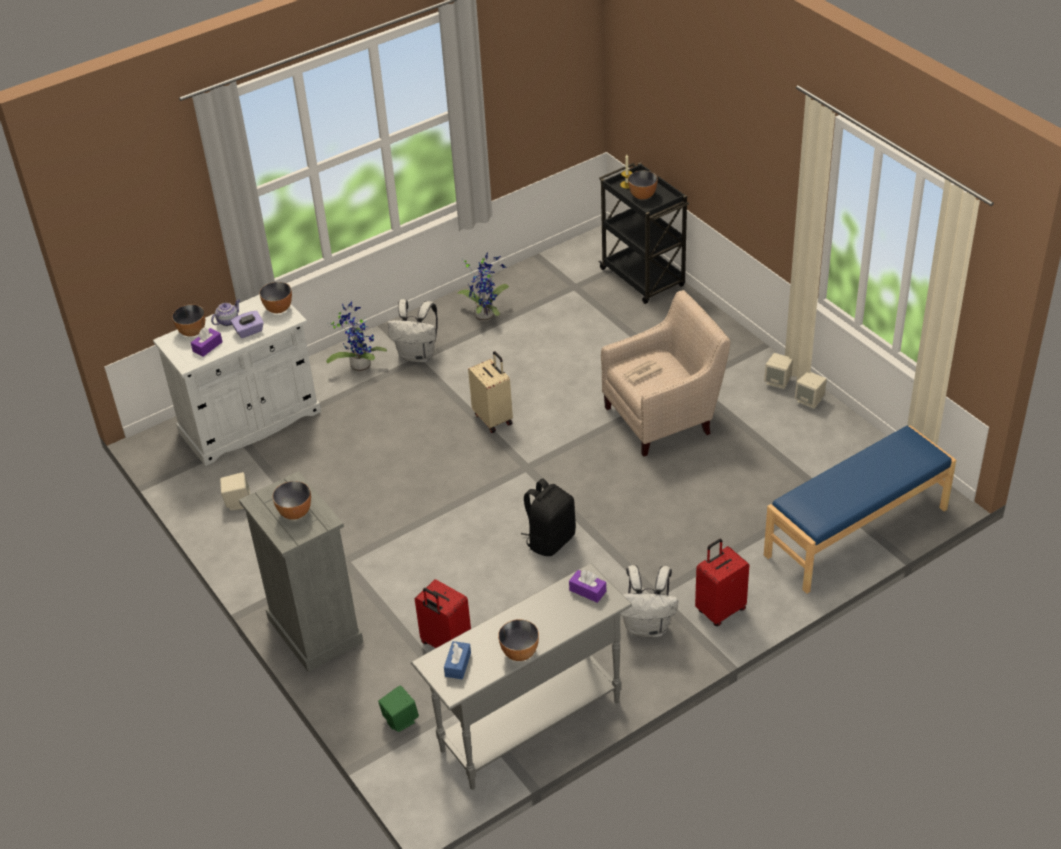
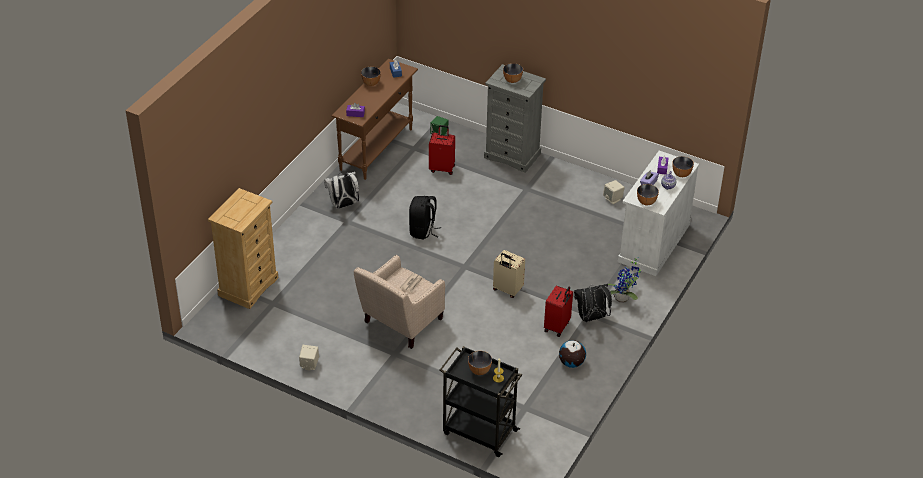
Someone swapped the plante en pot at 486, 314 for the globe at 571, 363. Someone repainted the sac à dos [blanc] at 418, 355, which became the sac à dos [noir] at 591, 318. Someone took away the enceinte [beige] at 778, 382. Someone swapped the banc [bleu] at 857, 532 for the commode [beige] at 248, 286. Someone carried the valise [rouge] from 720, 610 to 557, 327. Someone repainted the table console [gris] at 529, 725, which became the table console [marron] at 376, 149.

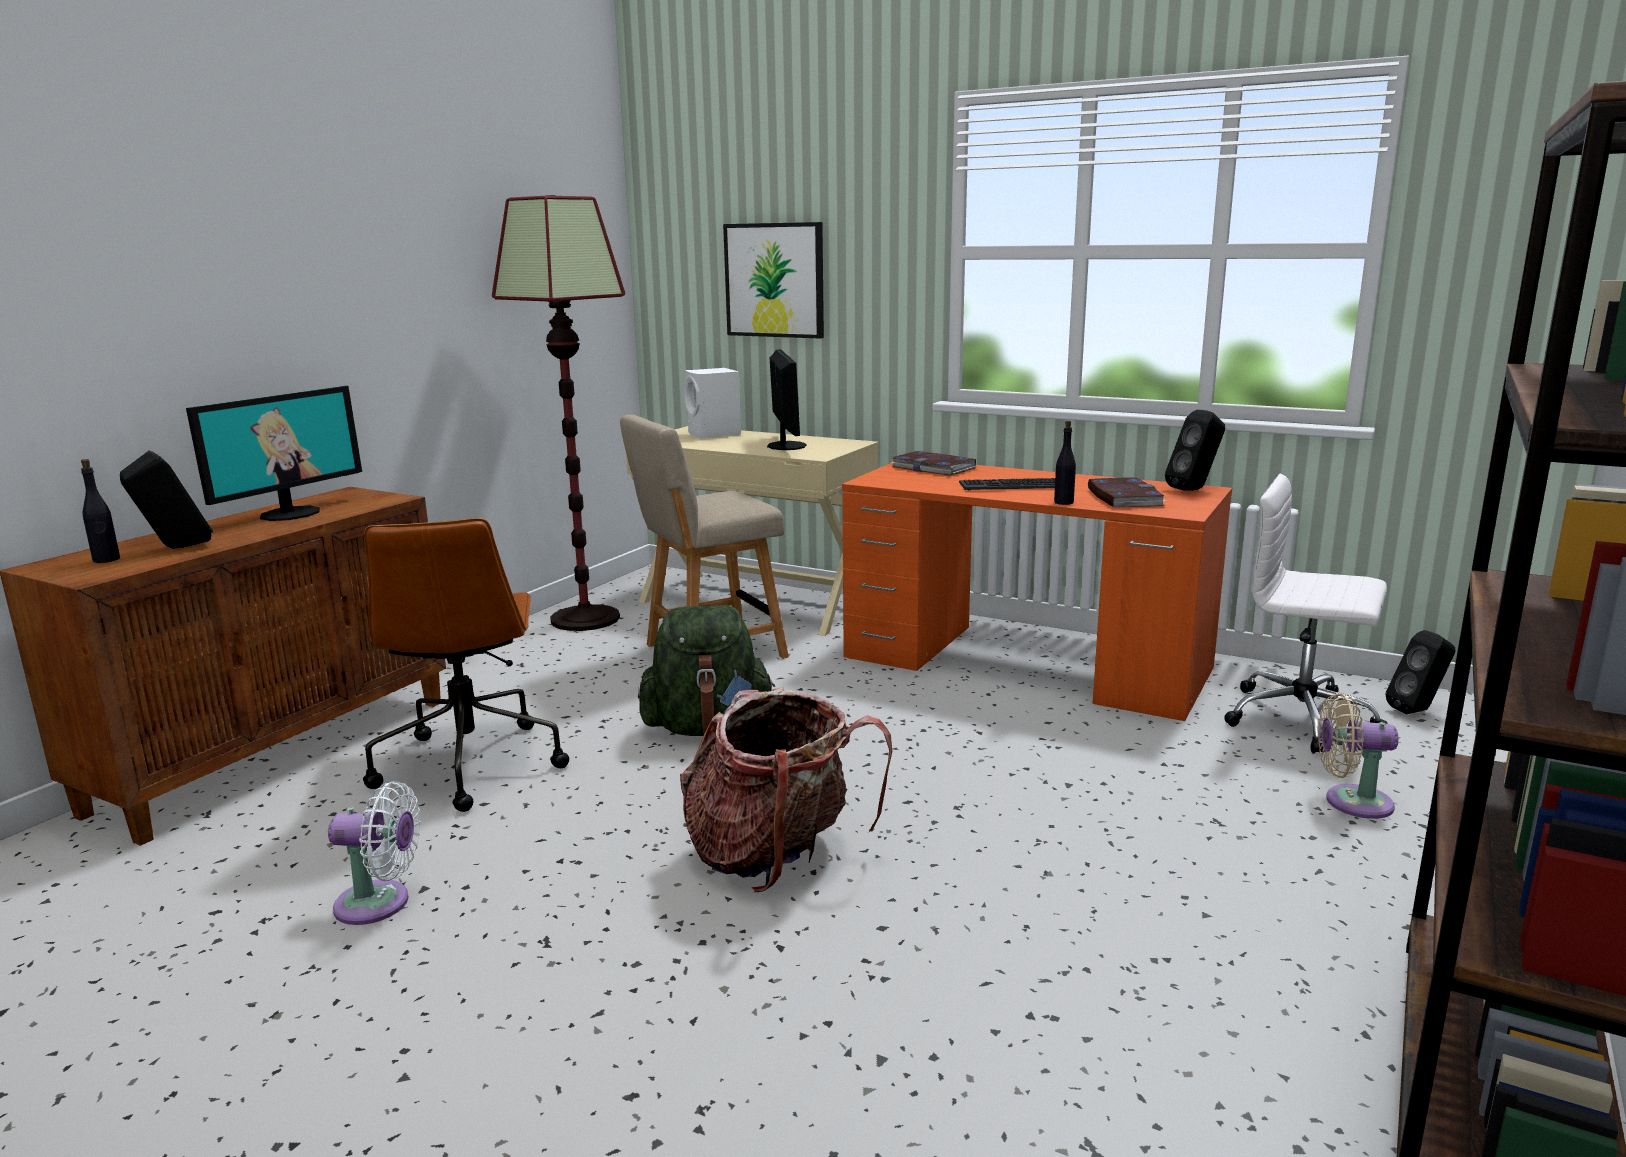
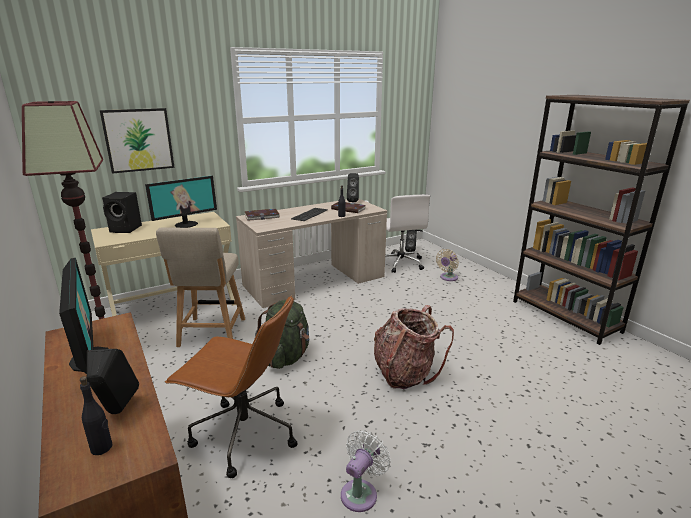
Someone rotated the écran d'ordinateur at 785, 446 by 120 degrees clockwise. Someone repainted the enceinte [blanc] at 714, 434, which became the enceinte [noir] at 126, 229. Someone repainted the bureau [orange] at 1025, 663, which became the bureau [beige] at 315, 281. Someone rotated the chaise de bureau [blanc] at 1303, 719 by 75 degrees counterclockwise.

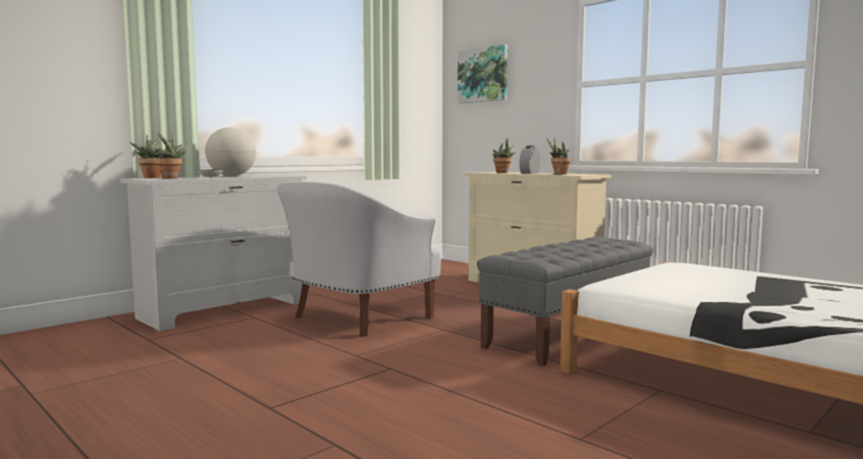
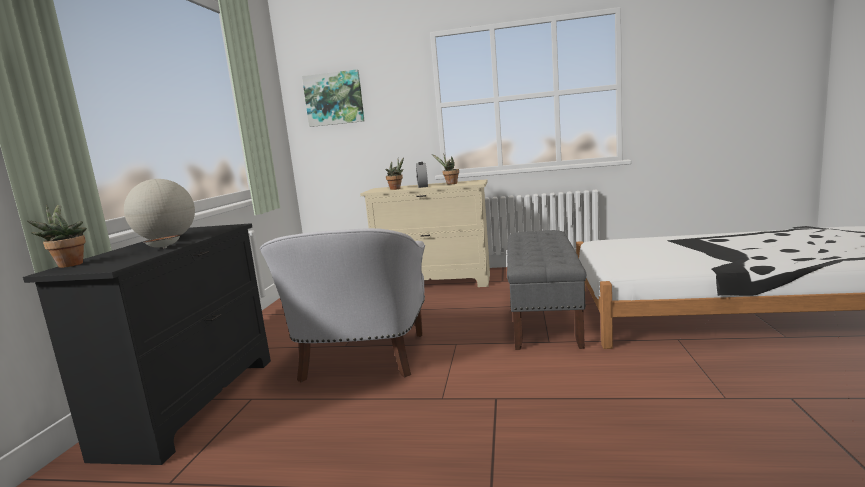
Someone took away the plante en pot at 170, 178. Someone repainted the commode [blanc] at 225, 309, which became the commode [noir] at 194, 402.

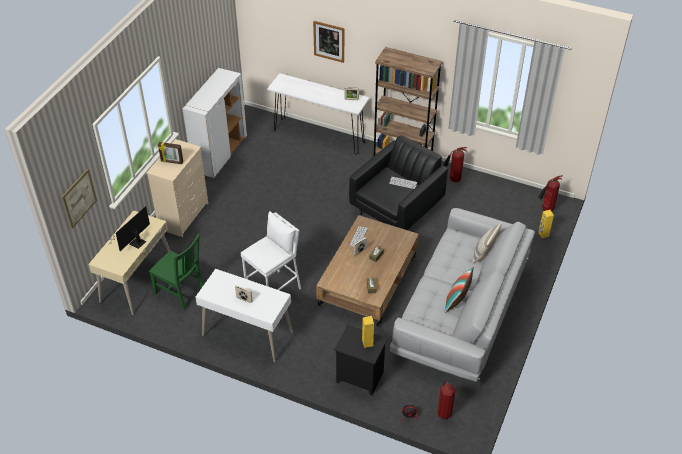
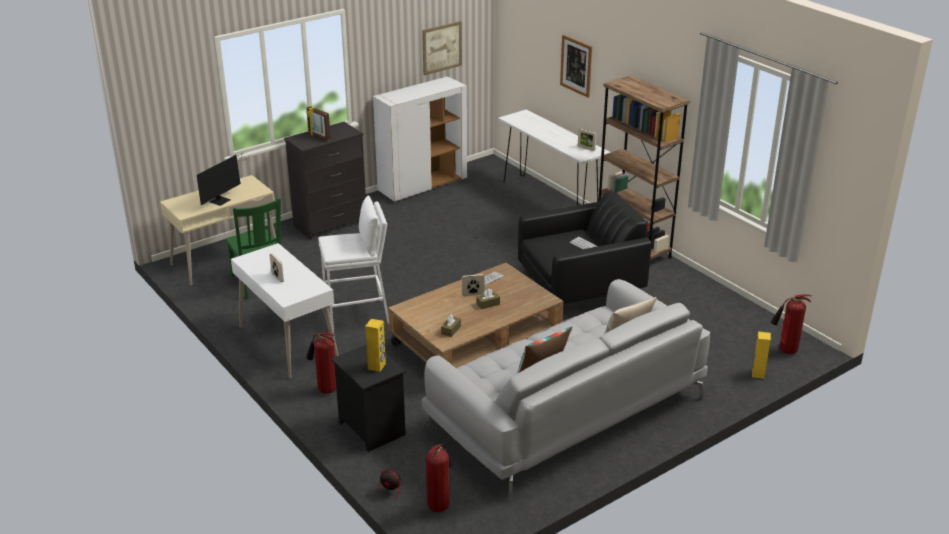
Someone repainted the commode [beige] at 184, 216, which became the commode [noir] at 331, 223. Someone carried the extincteur from 453, 180 to 325, 389. Someone carried the tableau from 79, 198 to 442, 48. Someone rotated the écran d'ordinateur at 135, 244 by 150 degrees clockwise.

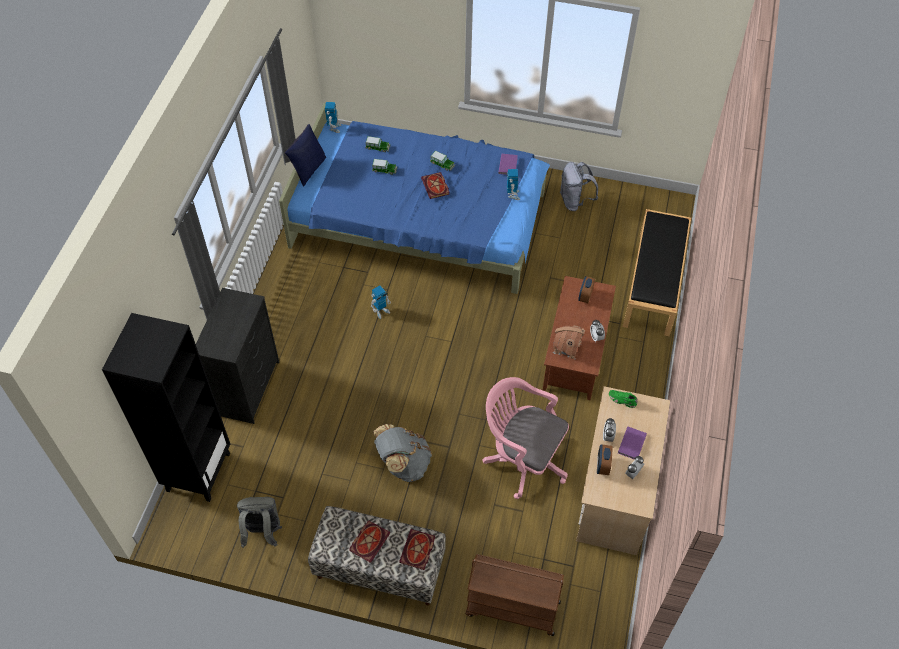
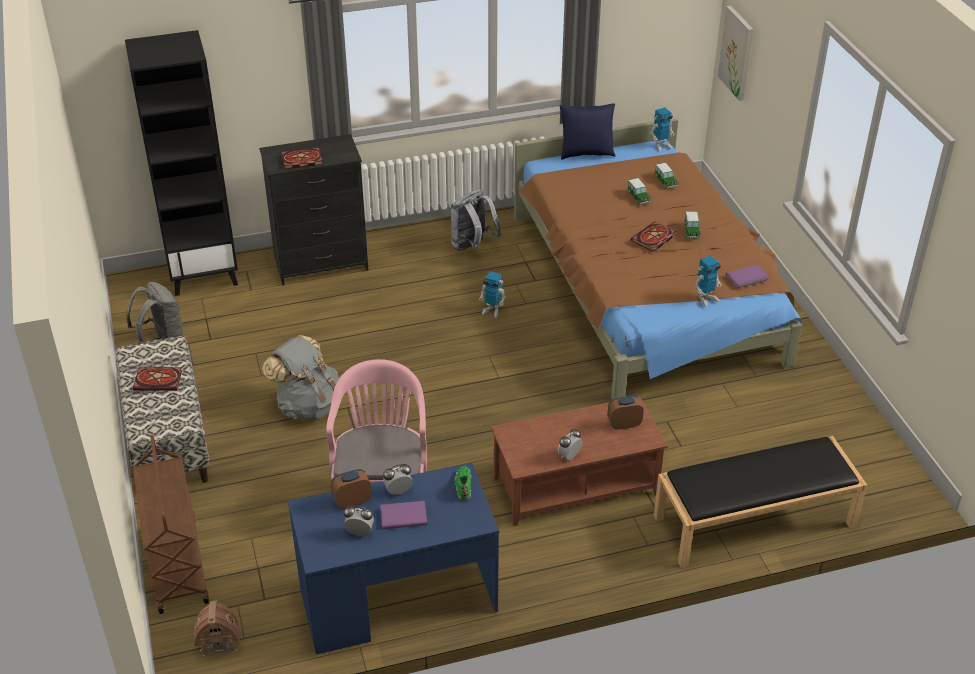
Someone repainted the lit [bleu] at 421, 220, which became the lit [marron] at 645, 288. Someone carried the sac à dos [gris] from 575, 202 to 472, 246. Someone carried the maison miniature from 567, 347 to 219, 640. Someone repainted the bureau [beige] at 615, 490, which became the bureau [bleu] at 397, 600. Someone carried the livre from 418, 551 to 301, 160. Someone put up the tableau at 737, 53.

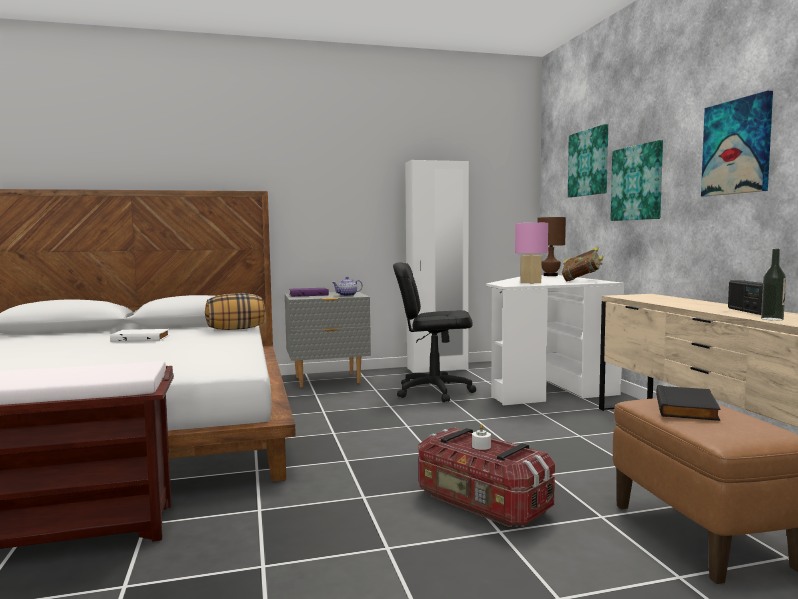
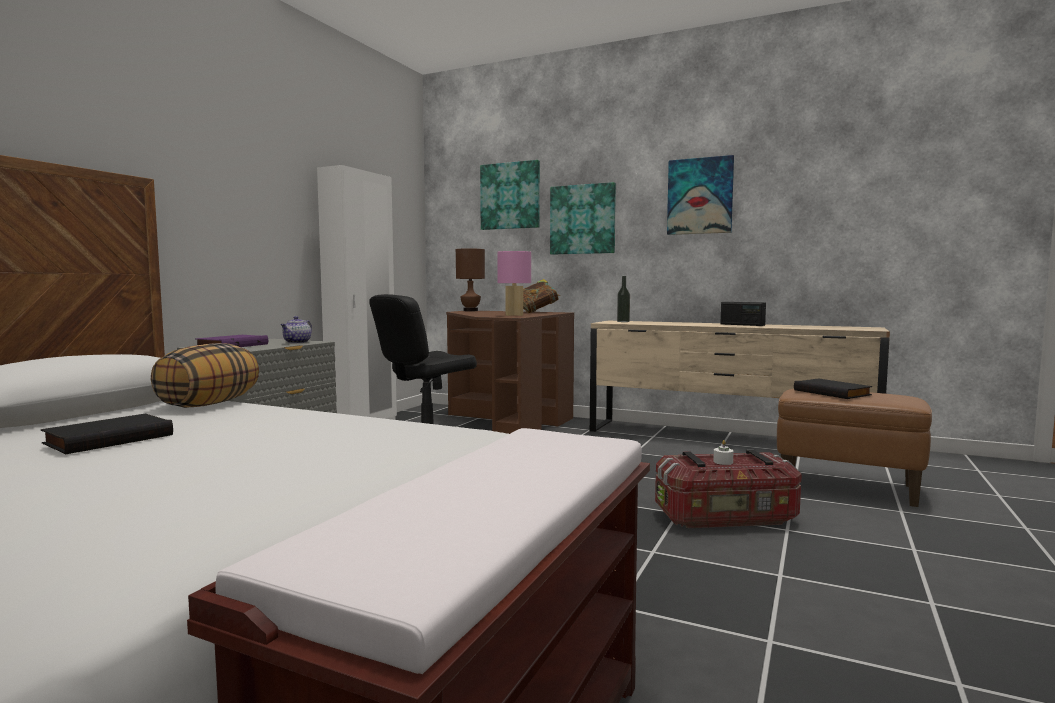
Someone carried the bouteille from 772, 319 to 623, 321. Someone repainted the bureau [blanc] at 545, 385, which became the bureau [marron] at 504, 423. Someone repainted the livre [blanc] at 141, 338, which became the livre [noir] at 109, 439.

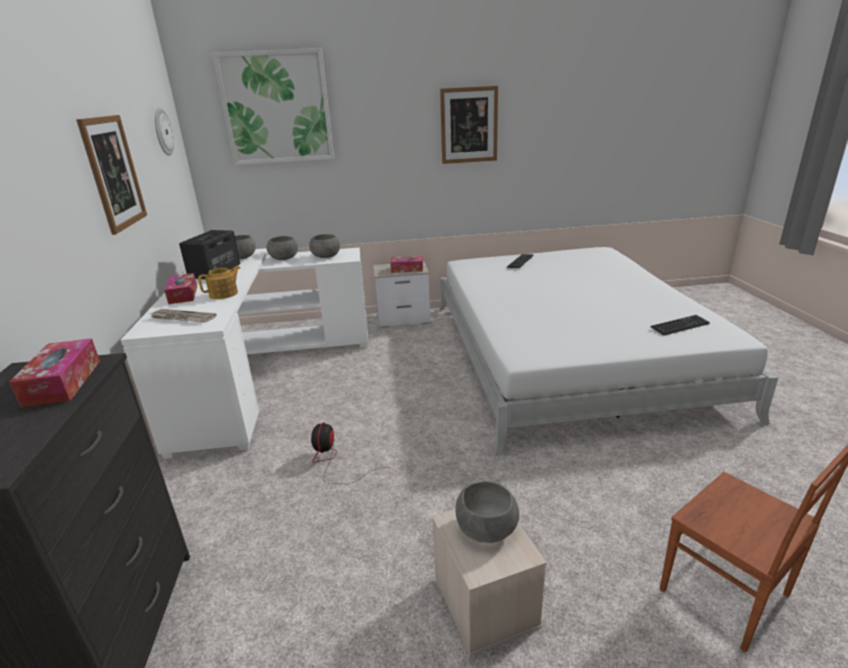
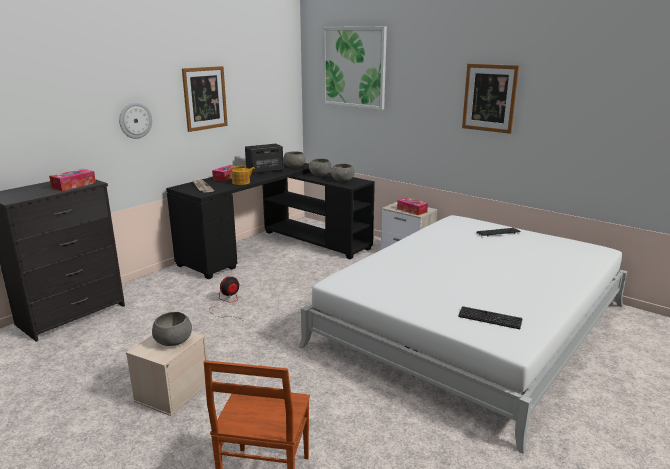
Someone carried the horloge murale from 162, 132 to 135, 120. Someone repainted the bureau [blanc] at 261, 373, which became the bureau [noir] at 275, 247.

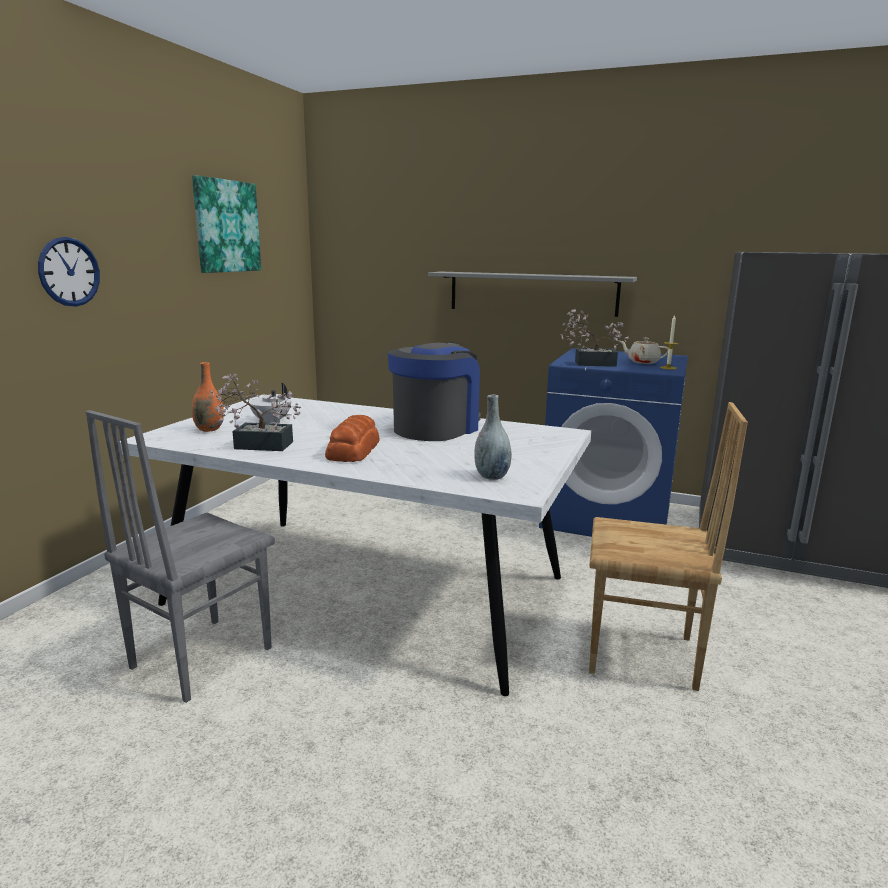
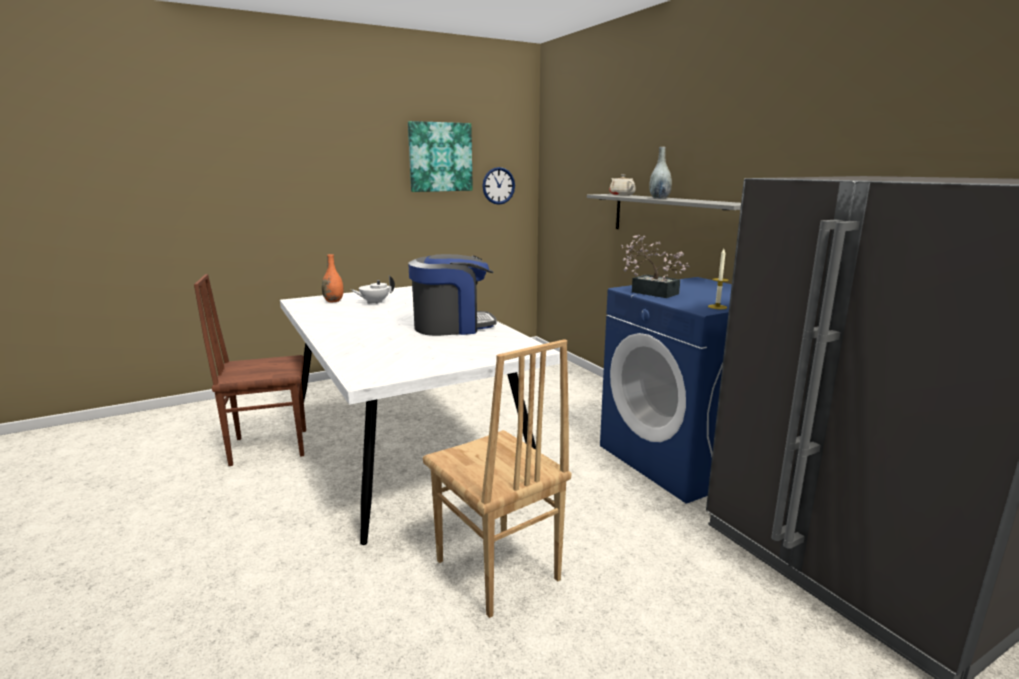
Someone carried the horloge murale from 69, 272 to 498, 186. Someone carried the théière [beige] from 642, 362 to 621, 195. Someone took away the plante en pot at 257, 444. Someone carried the vase [gris] from 492, 476 to 659, 198. Someone repainted the chaise [gris] at 199, 657, which became the chaise [marron] at 269, 446. Someone took away the pain at 354, 450.

